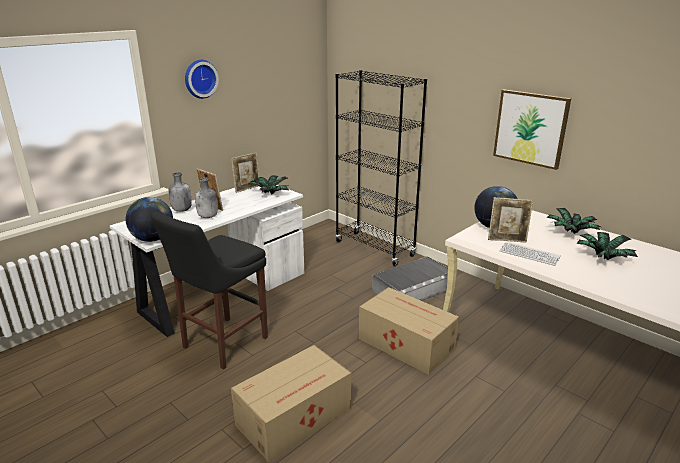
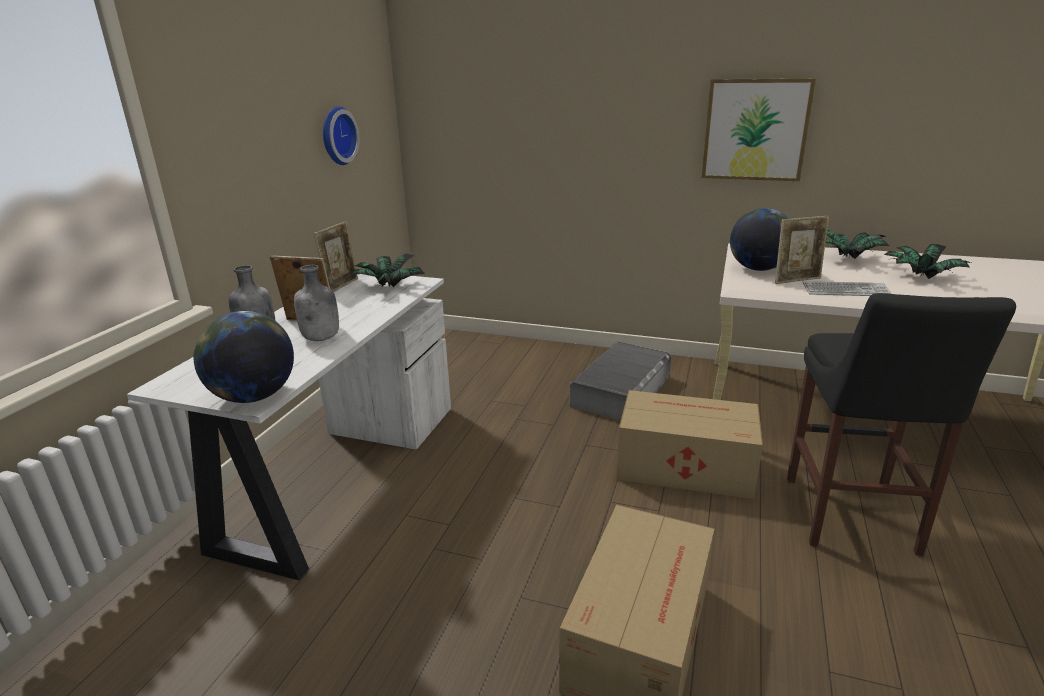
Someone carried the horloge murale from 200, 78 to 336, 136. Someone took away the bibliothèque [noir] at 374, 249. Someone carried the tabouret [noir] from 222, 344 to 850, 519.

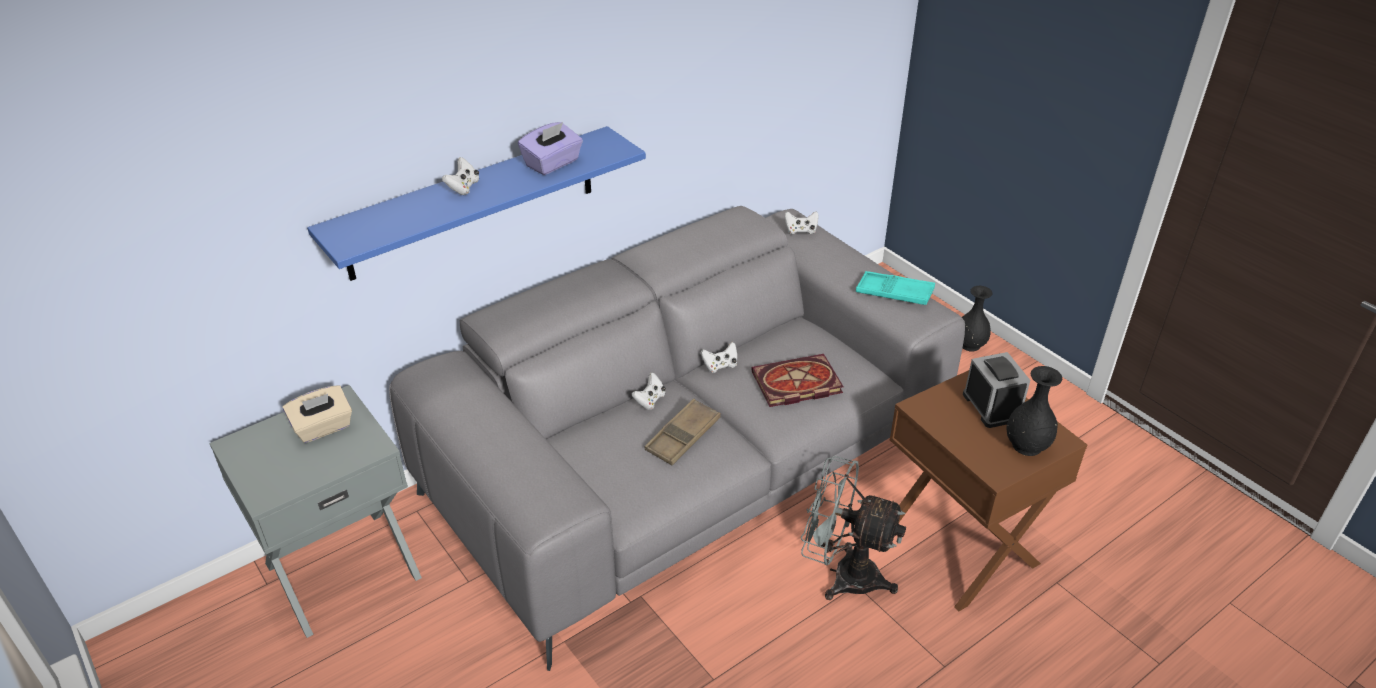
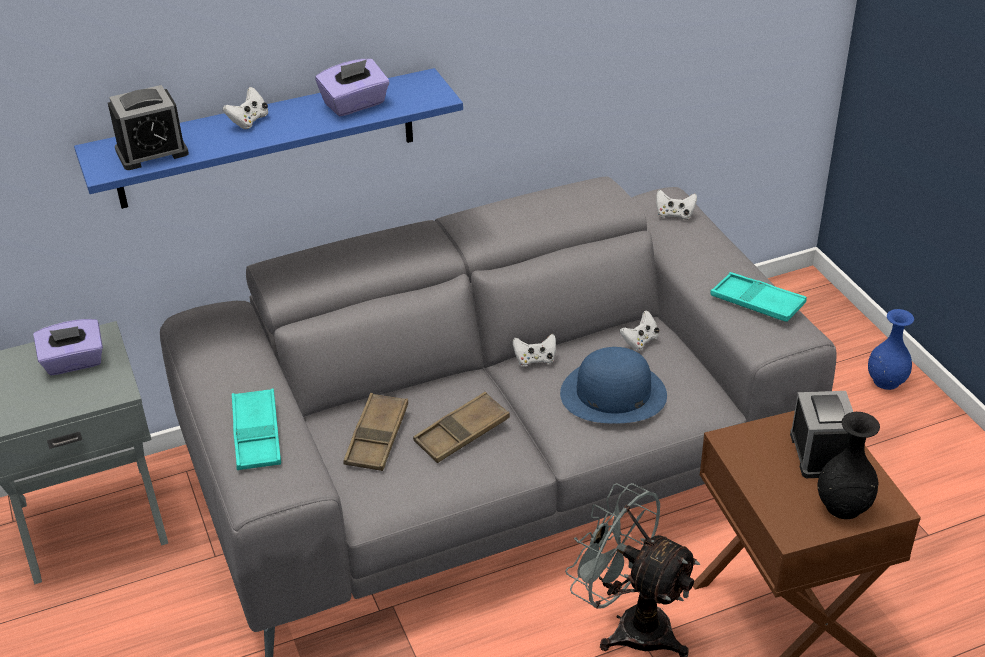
Someone repainted the vase [noir] at 969, 344, which became the vase [bleu] at 886, 381. Someone swapped the livre at 795, 384 for the chapeau [bleu] at 613, 394. Someone carried the manette [blanc] from 650, 400 to 640, 341. Someone repainted the boîte à mouchoirs [beige] at 323, 428, which became the boîte à mouchoirs [violet] at 74, 362. Someone put down the réveil at 152, 152. Someone put down the plateau [turquoise] at 257, 435. Someone put down the plateau [marron] at 377, 437.

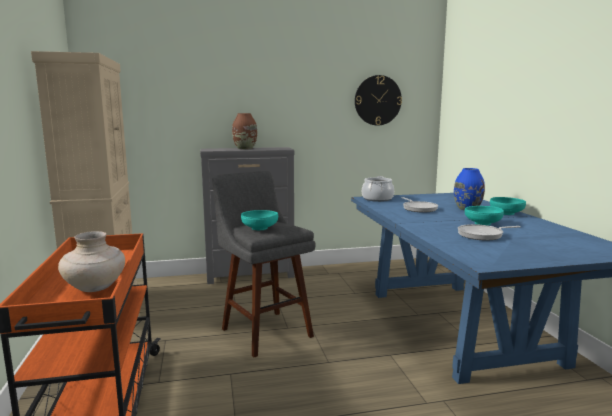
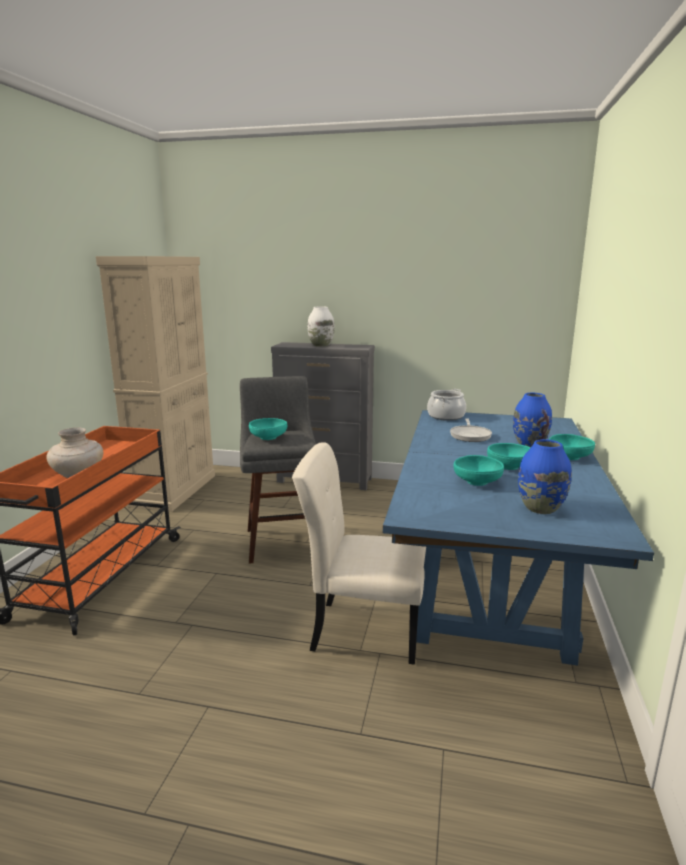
Someone took away the horloge murale at 377, 100. Someone repainted the vase [marron] at 245, 148, which became the vase [blanc] at 320, 345. Someone swapped the poêle at 482, 235 for the bol [turquoise] at 477, 482. Someone put down the vase [bleu] at 540, 508. Someone put down the chaise [beige] at 361, 630.

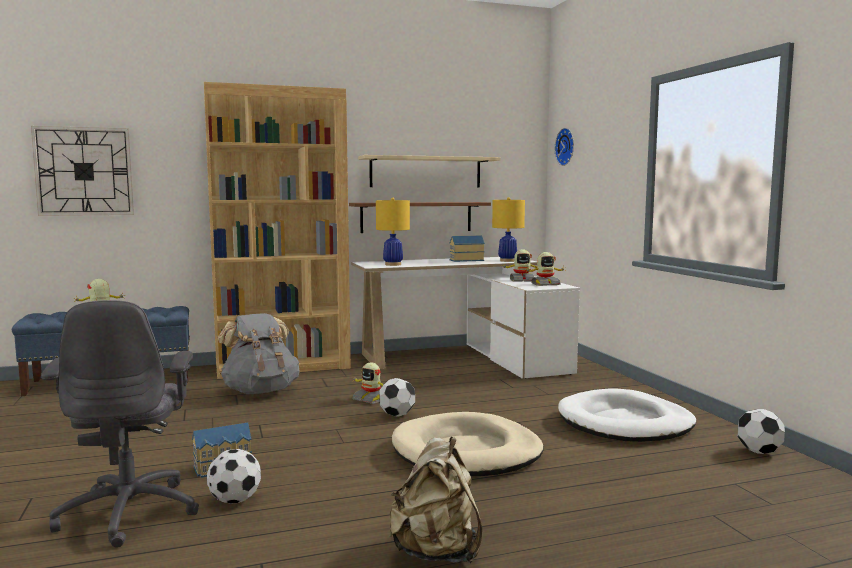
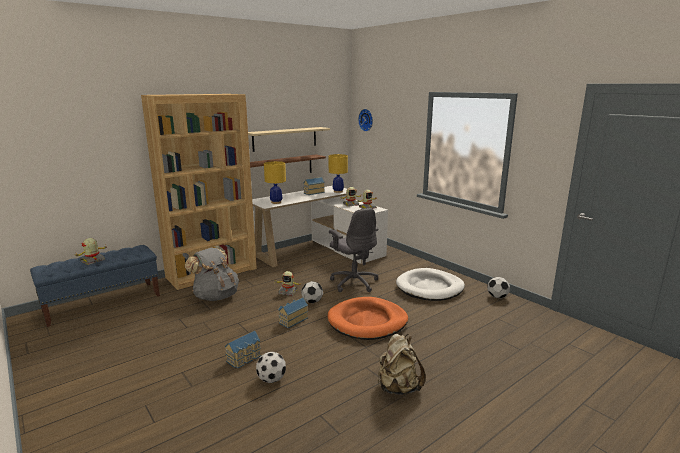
Someone took away the horloge murale at 84, 171. Someone carried the chaise de bureau [gris] from 130, 512 to 354, 282. Someone repainted the panier pour chien [beige] at 466, 452, which became the panier pour chien [orange] at 367, 321. Someone put down the maison miniature at 292, 320.

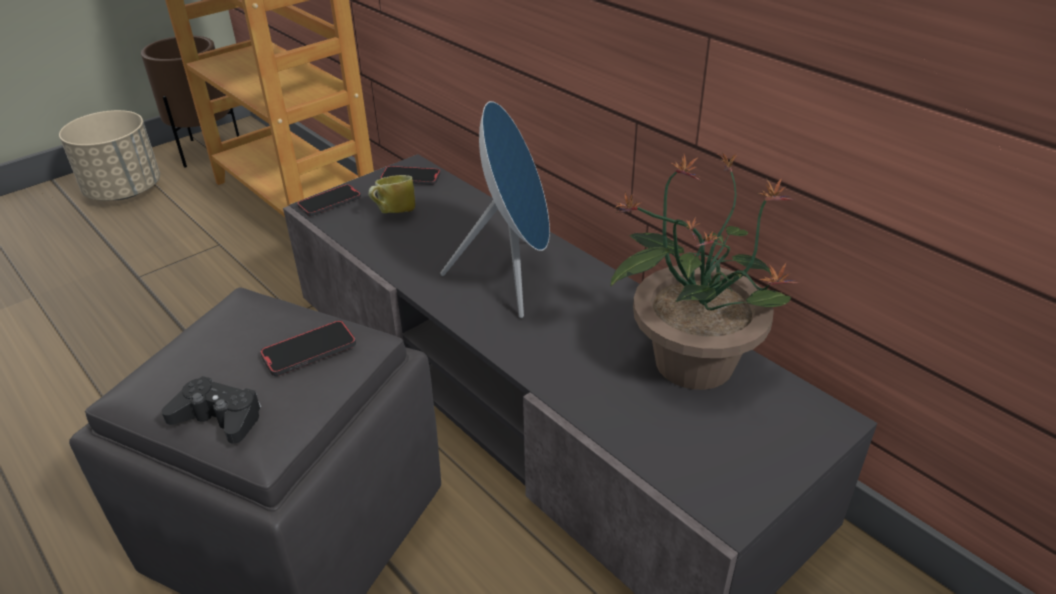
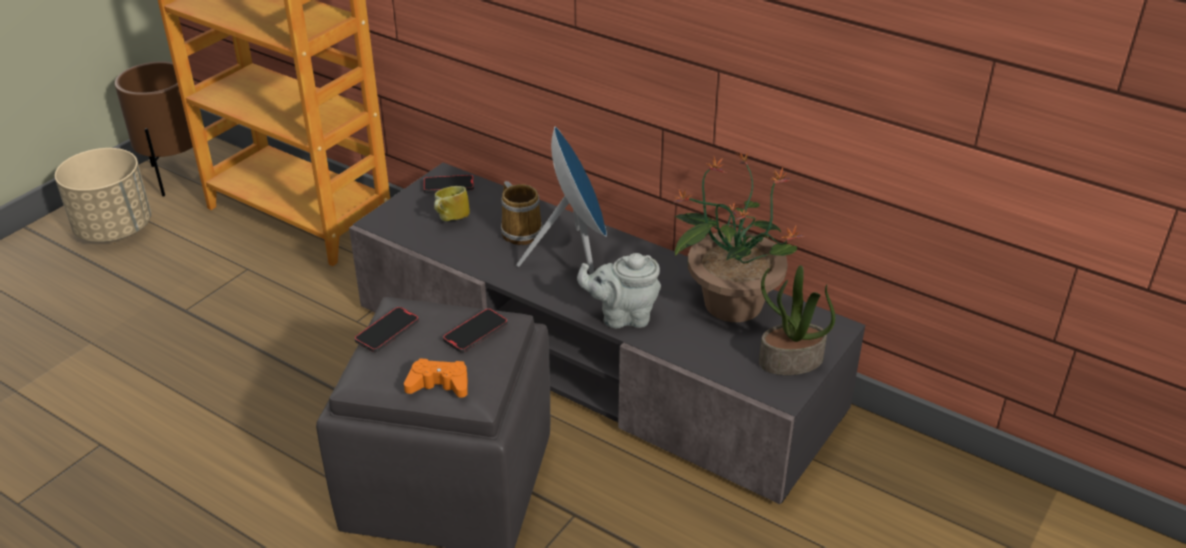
Someone carried the téléphone from 329, 202 to 387, 331. Someone repainted the manette [noir] at 218, 418, which became the manette [orange] at 439, 385. Someone put down the mug at 521, 231. Someone put down the théière [gris] at 622, 316. Someone put down the plante en pot at 790, 362.

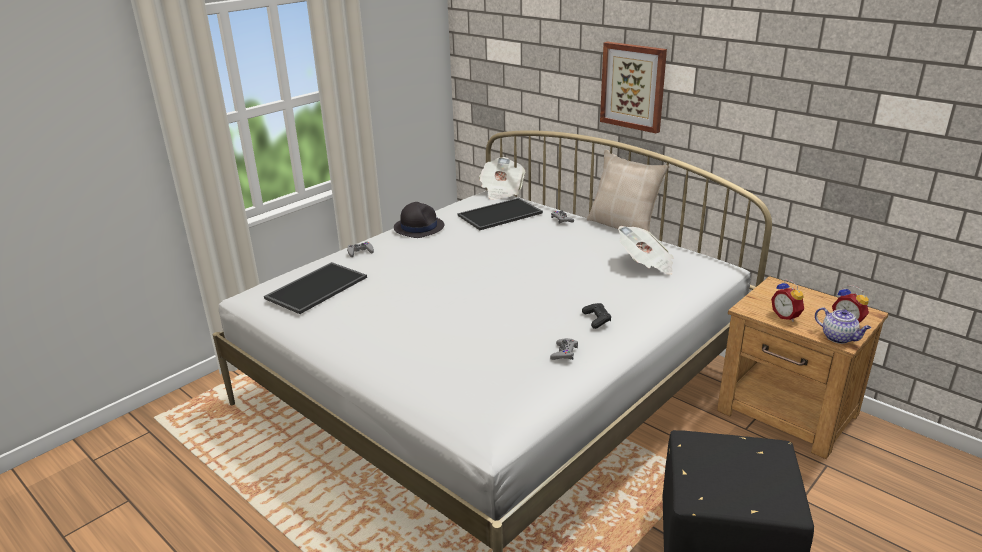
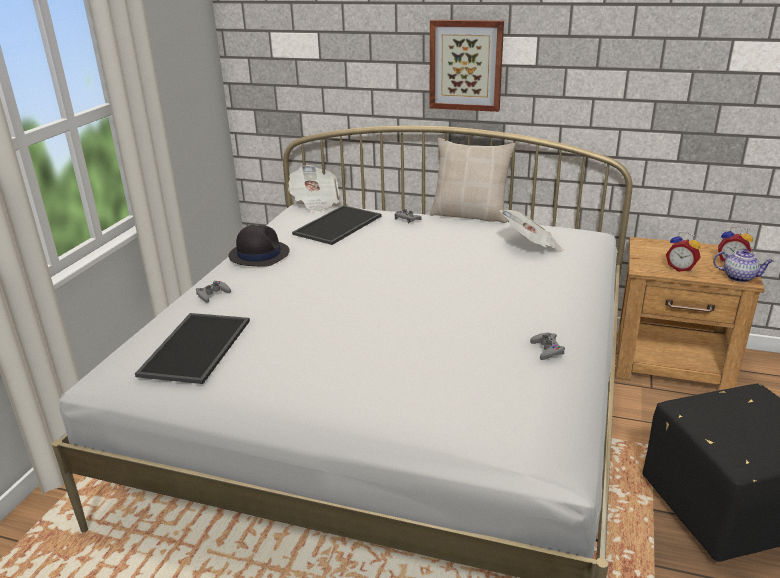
Someone took away the manette [noir] at 596, 319.

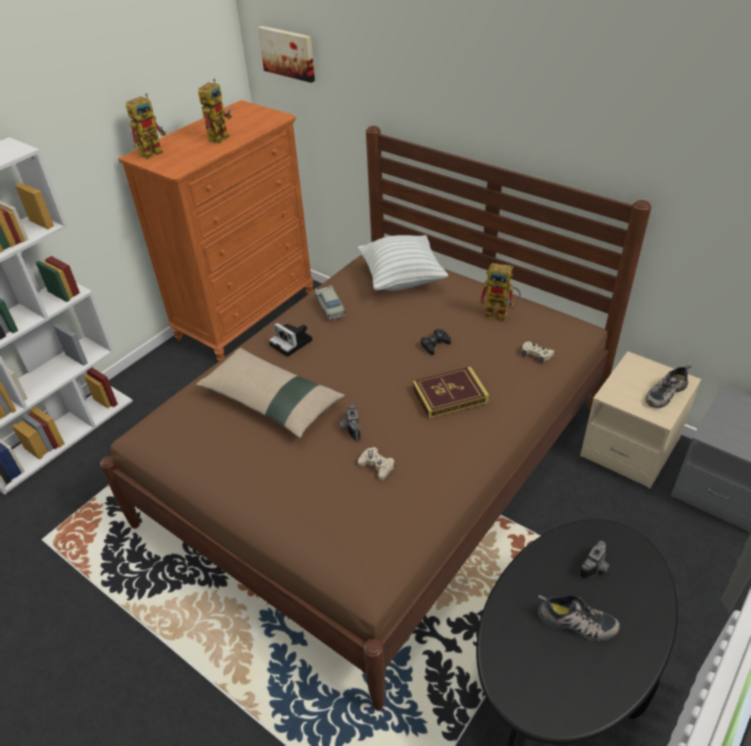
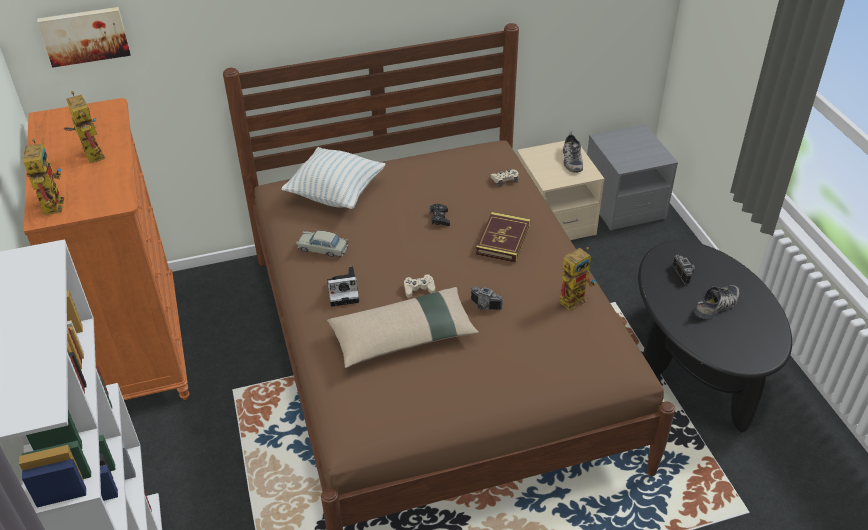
Someone carried the robot jouet from 501, 314 to 575, 297. Someone carried the manette [beige] from 377, 466 to 419, 289.

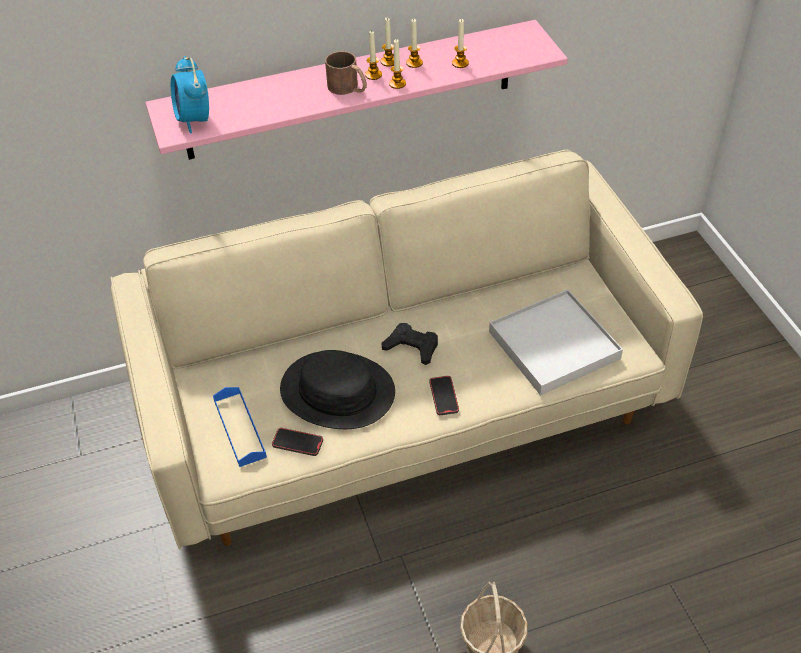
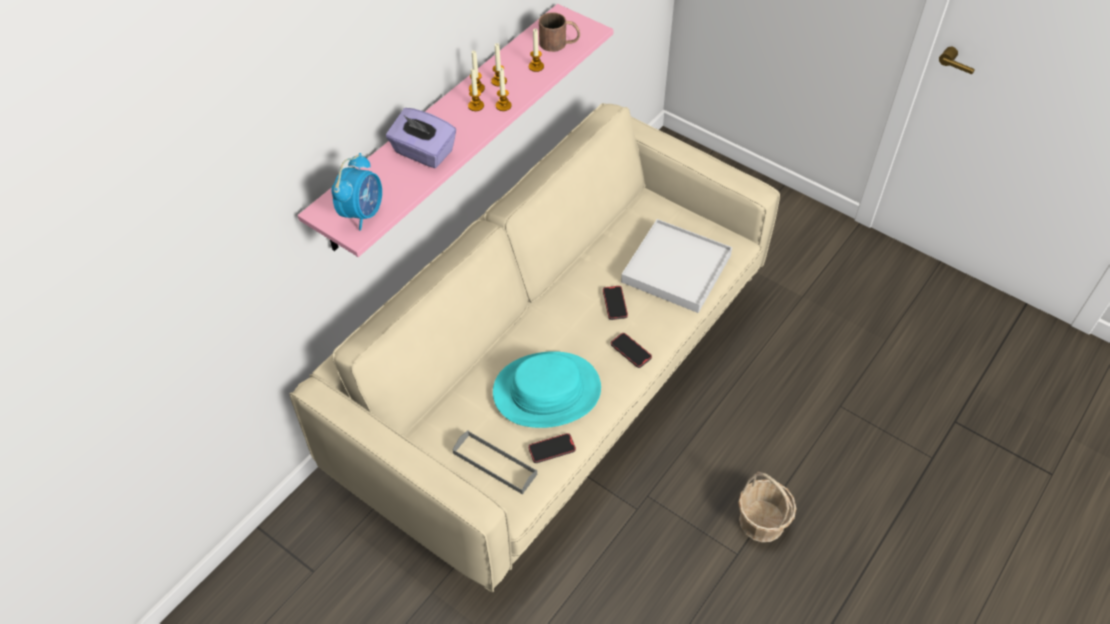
Someone carried the mug [marron] from 348, 88 to 559, 43. Someone rotated the réveil at 194, 120 by 105 degrees counterclockwise. Someone took away the manette [noir] at 412, 347. Someone repainted the chapeau [noir] at 337, 392, which became the chapeau [turquoise] at 547, 391. Someone repainted the plateau [bleu] at 239, 428, which became the plateau [gris] at 495, 464. Someone put down the boîte à mouchoirs [violet] at 423, 153. Someone put down the téléphone at 615, 304.

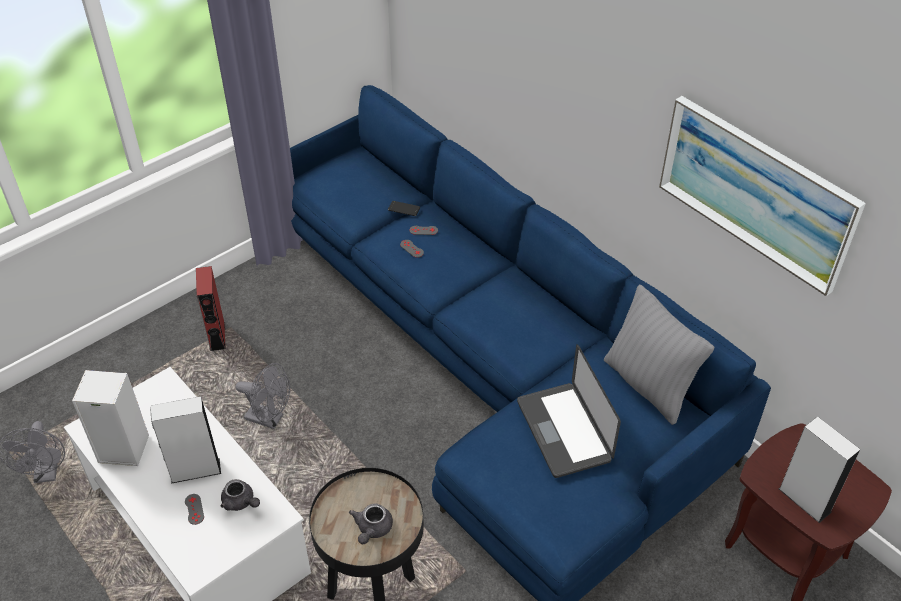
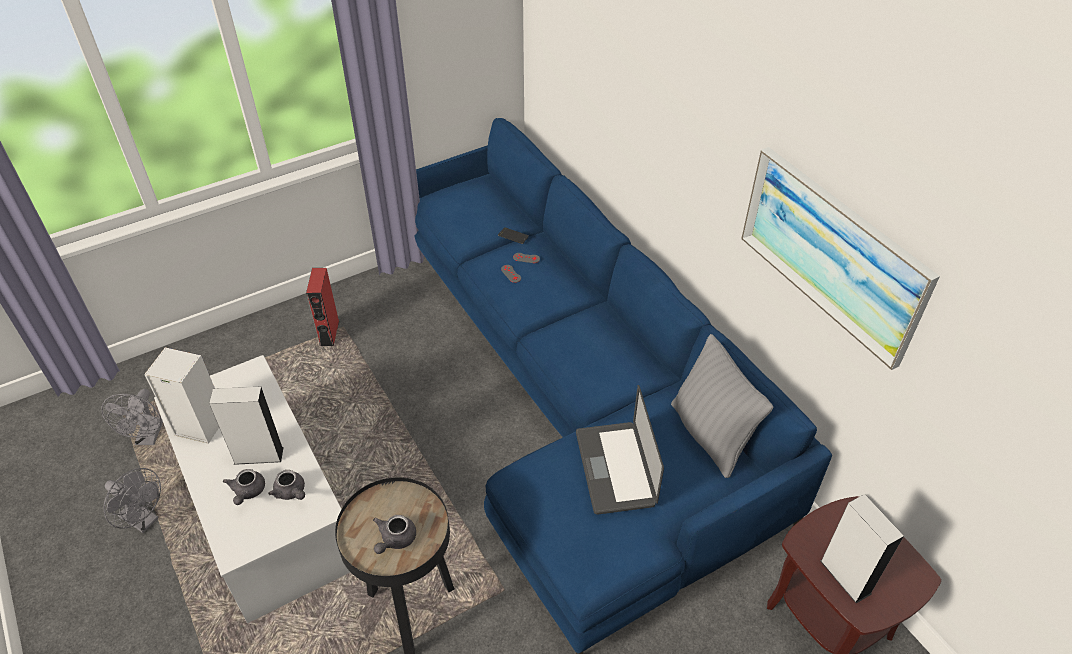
Someone carried the ventilateur [gris] from 270, 419 to 144, 520. Someone swapped the manette [gris] at 194, 509 for the théière [gris] at 247, 492.

